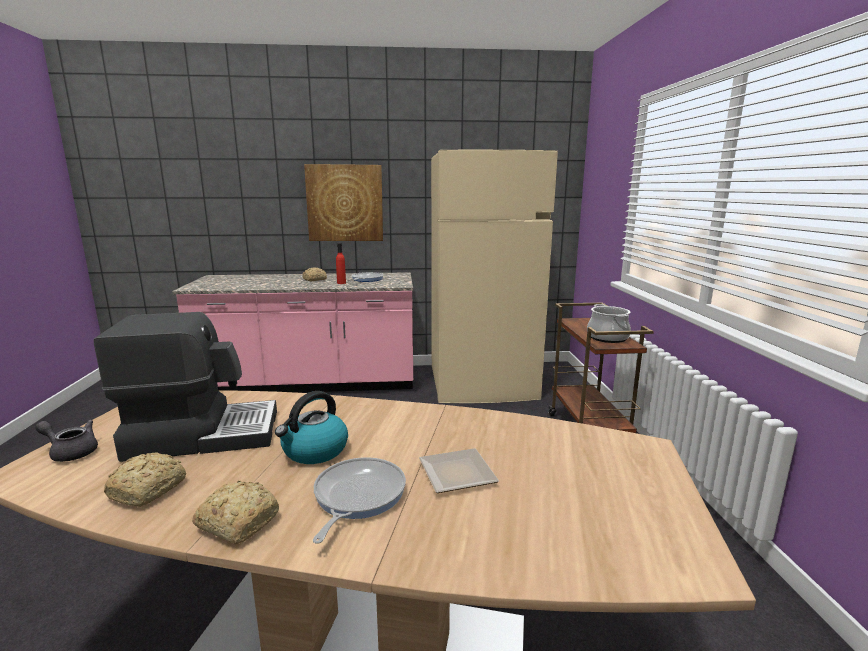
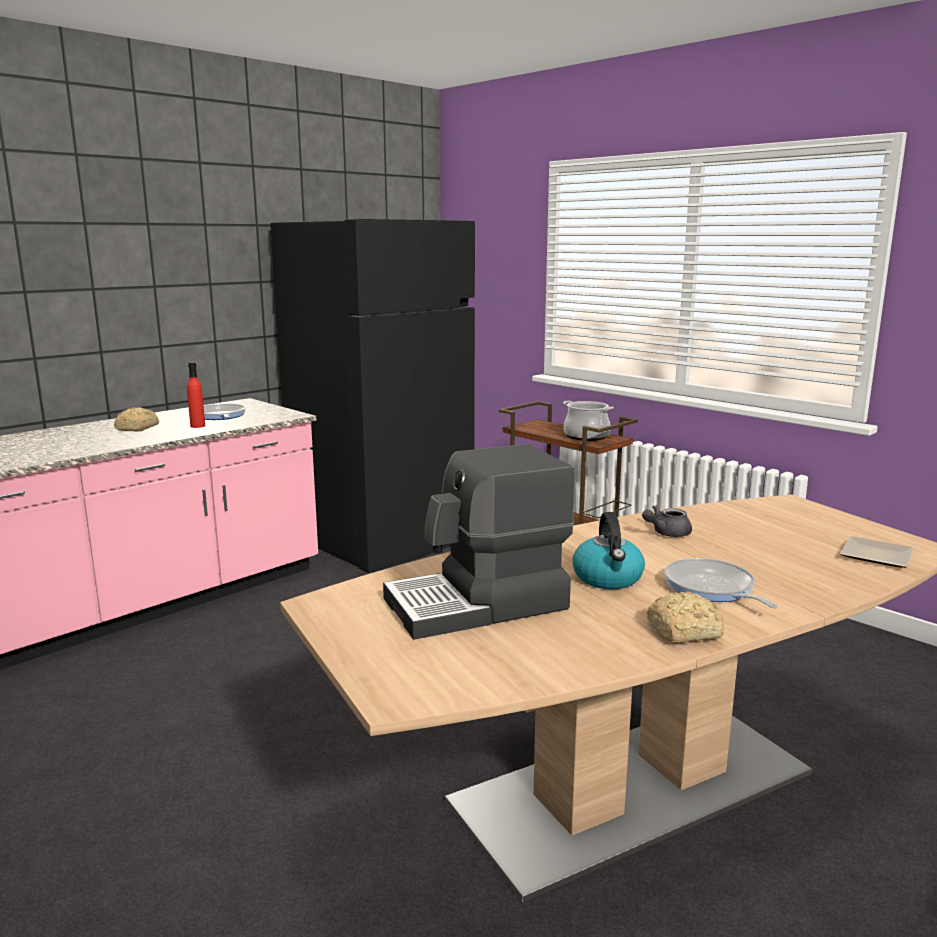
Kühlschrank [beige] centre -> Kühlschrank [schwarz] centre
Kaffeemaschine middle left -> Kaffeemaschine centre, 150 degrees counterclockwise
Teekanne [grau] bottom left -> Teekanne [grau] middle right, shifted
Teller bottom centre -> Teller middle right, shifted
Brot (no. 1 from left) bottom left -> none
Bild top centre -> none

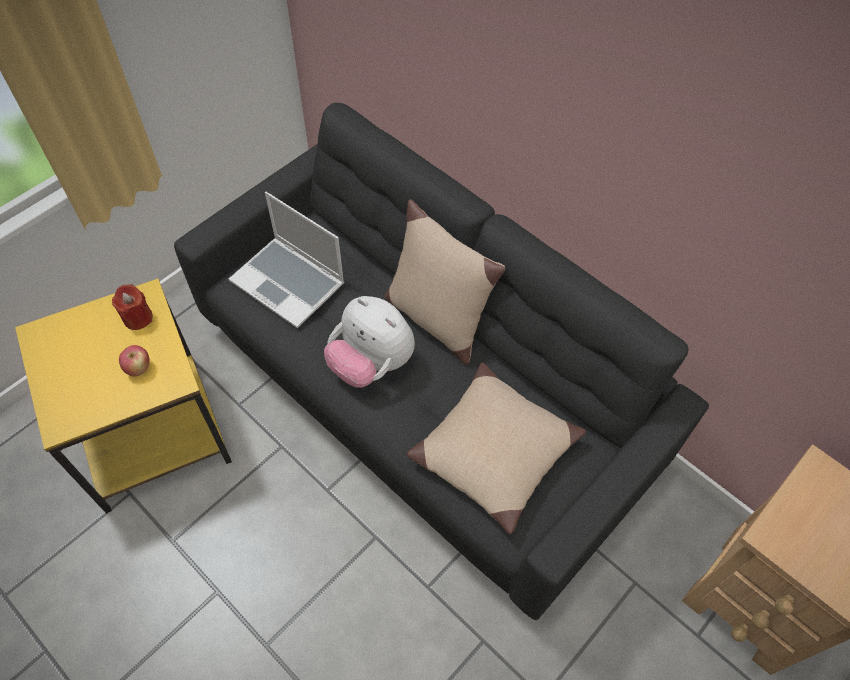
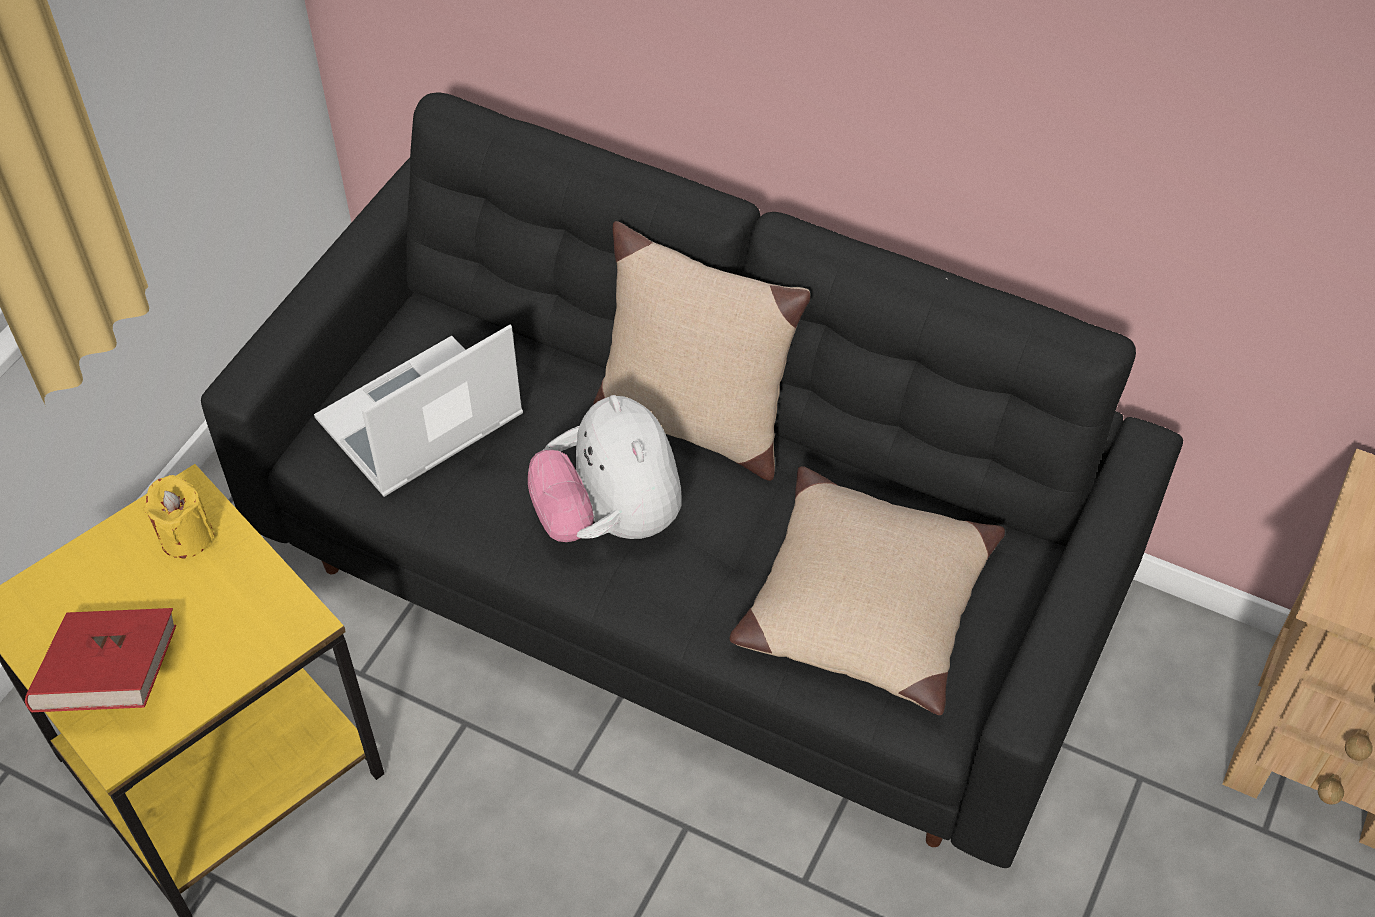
none -> Buch [rot] bottom left
Kerze [rot] middle left -> Kerze [gelb] middle left
Laptop centre -> Laptop middle left, 120 degrees clockwise
Plüschtier centre, 45 degrees clockwise
Apfel middle left -> none

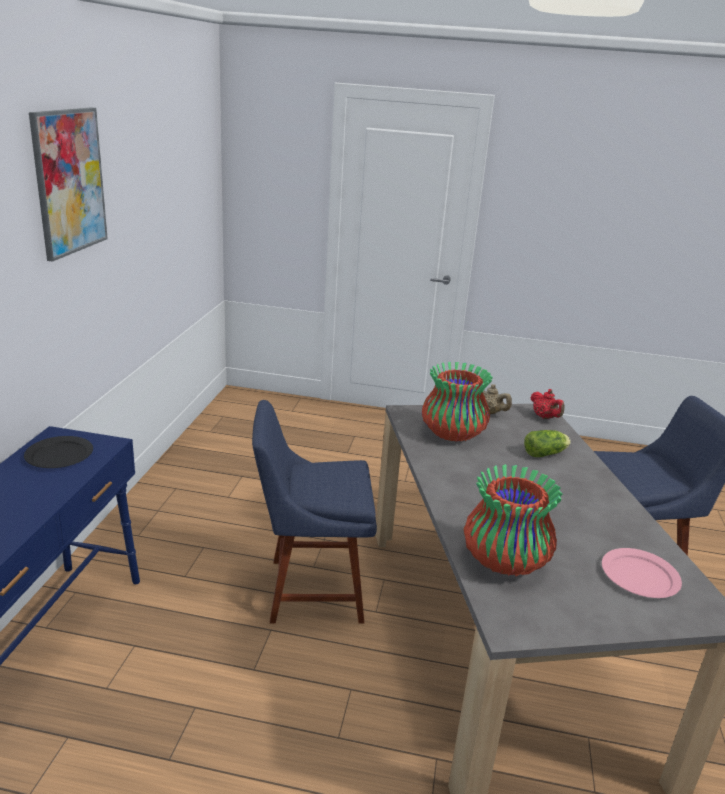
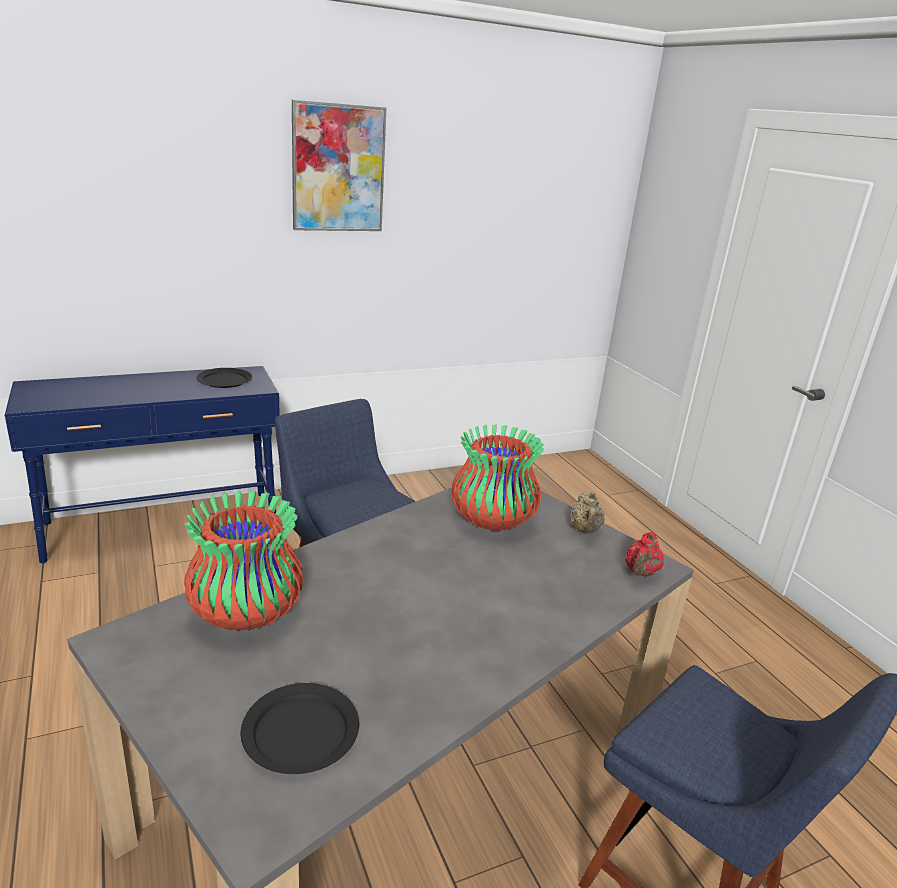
Teller [rosa] bottom right -> Teller [schwarz] (no. 2 from left) bottom centre
Salatkopf middle right -> none

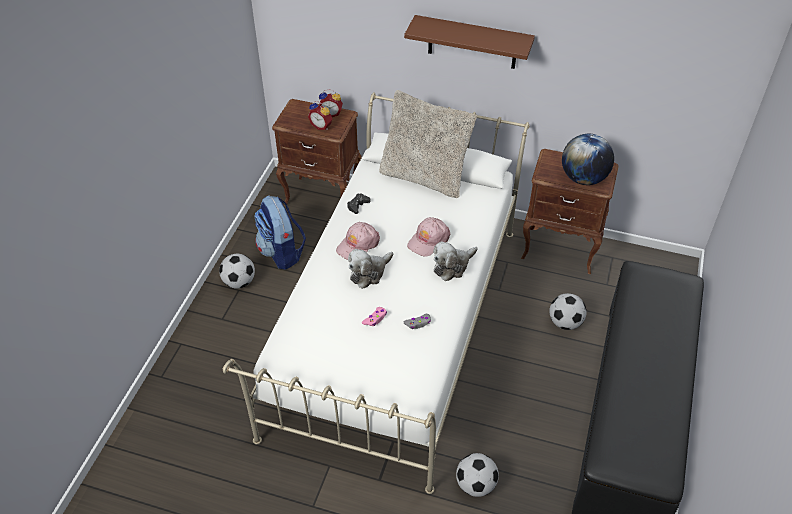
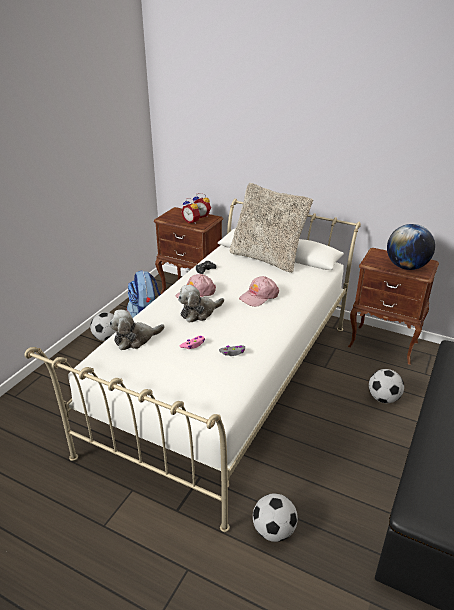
Plüschtier (no. 2 from left in the first image) centre -> Plüschtier (no. 1 from left) middle left, shifted
Wandregal [braun] top centre -> none

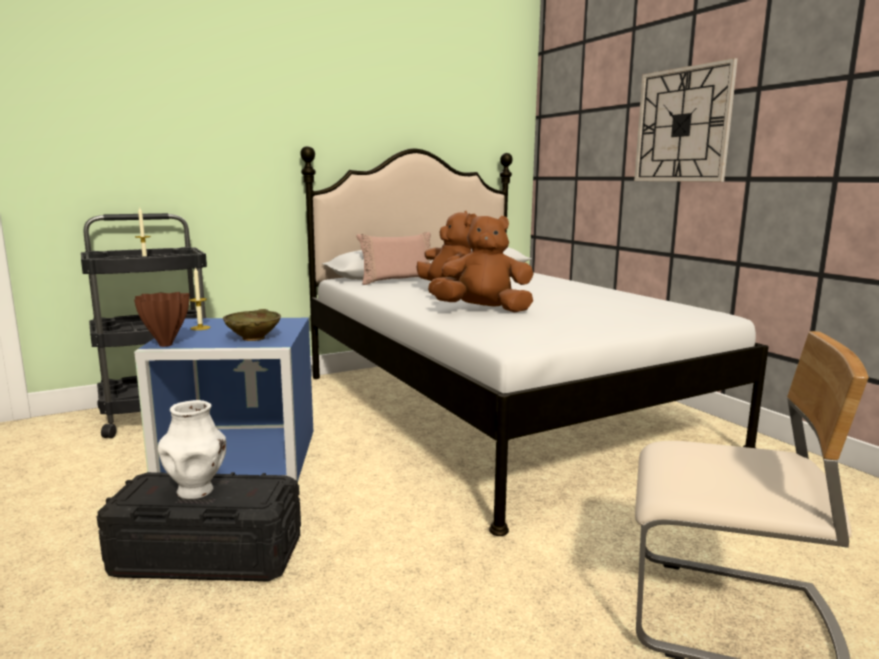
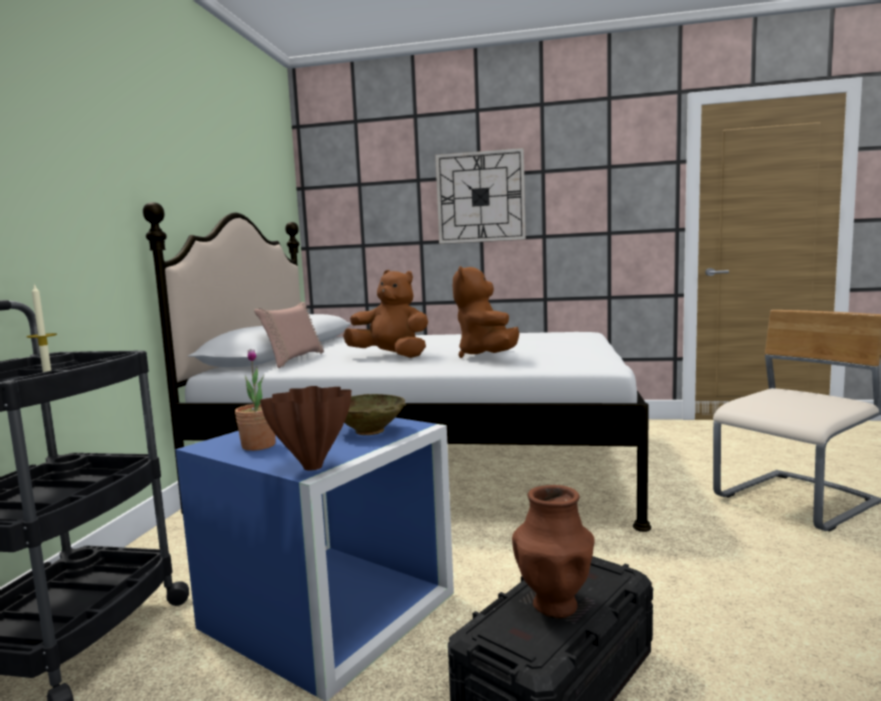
Kerze (no. 2 from left) middle left -> Topfpflanze middle left
Plüschtier [braun] (no. 2 from left) centre, 45 degrees counterclockwise
Vase [weiß] bottom left -> Vase [braun] (no. 2 from left) bottom centre

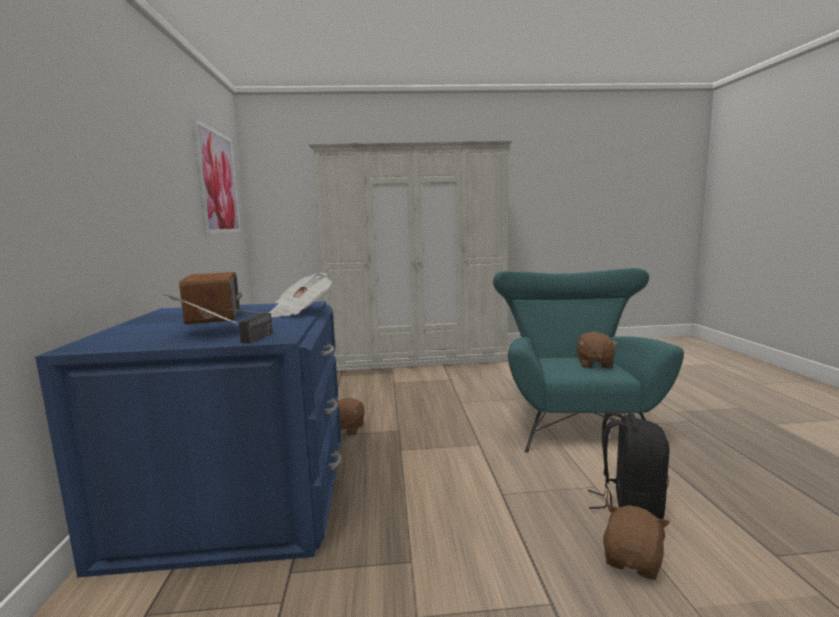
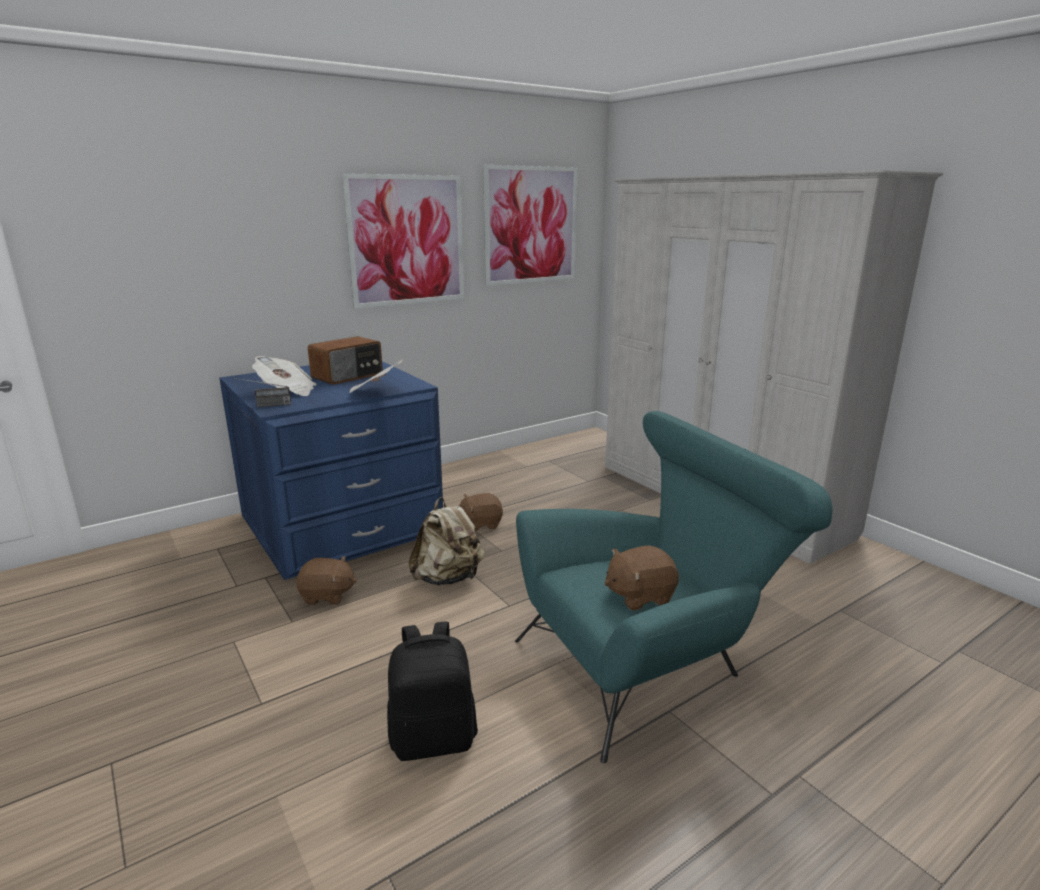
Plüschtier [braun] (no. 3 from left in the first image) bottom right -> Plüschtier [braun] (no. 1 from left) middle left, shifted
none -> Bild (no. 1 from left) top centre
none -> Rucksack [beige] centre

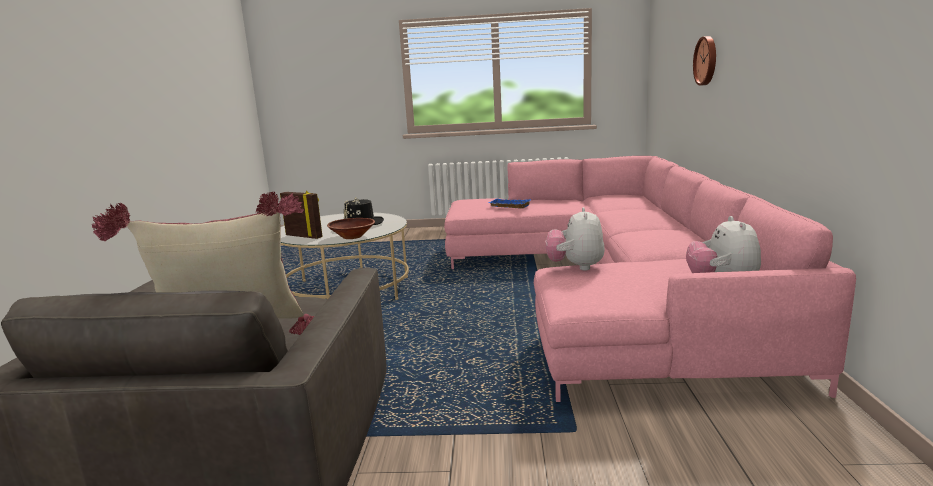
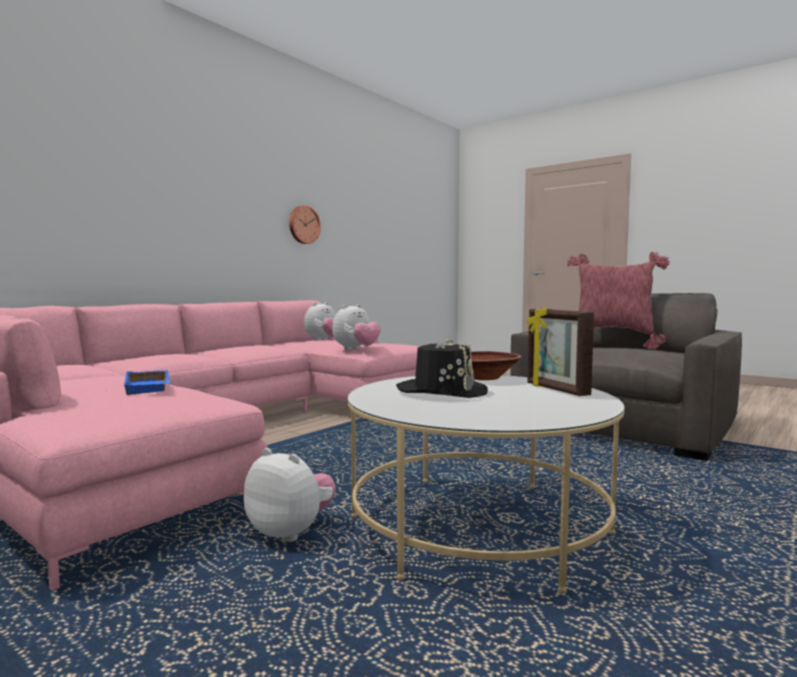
none -> Plüschtier (no. 1 from left) bottom centre
Wanduhr top right -> Wanduhr top centre, shifted

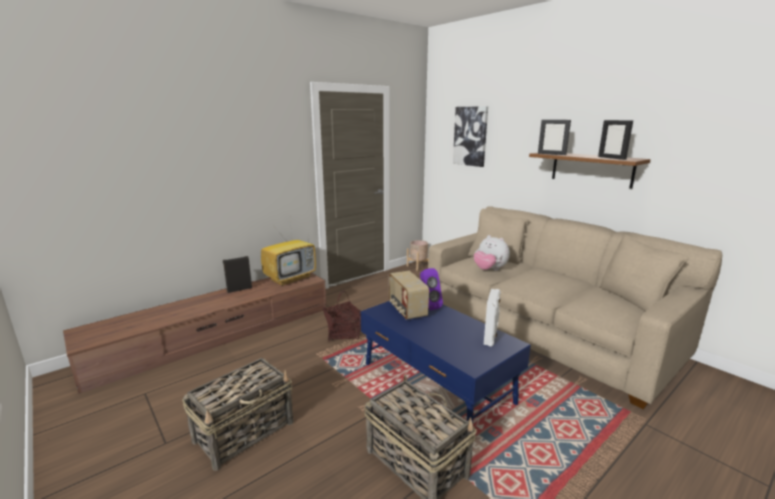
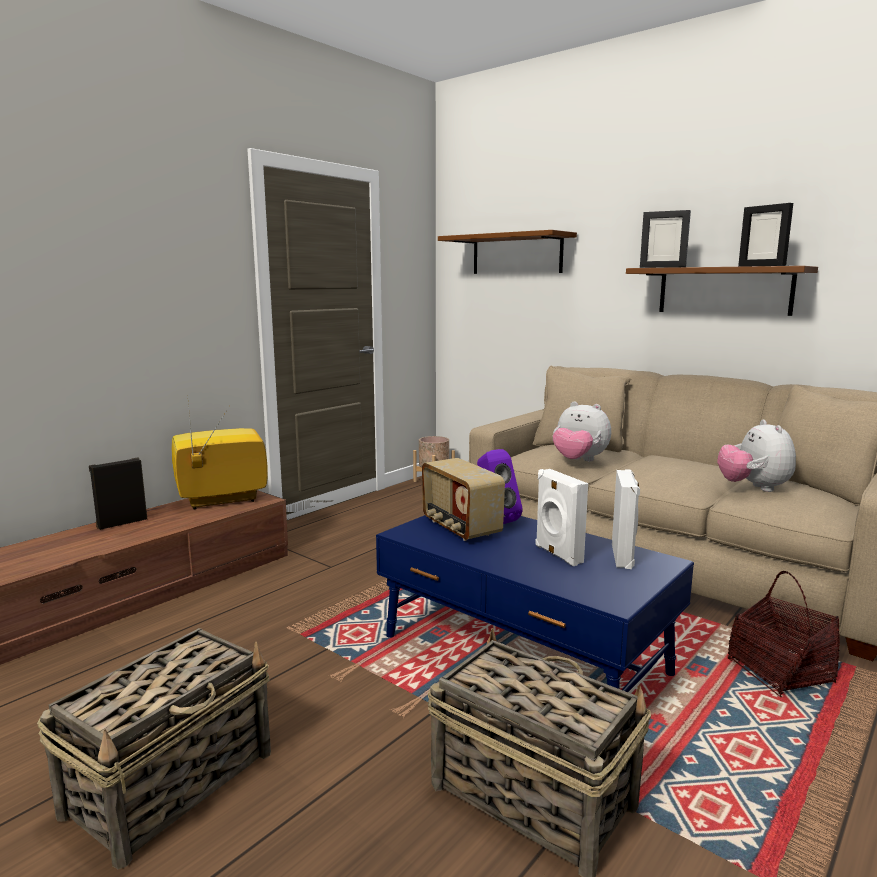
Fernseher centre -> Fernseher middle left, 150 degrees counterclockwise
Bild top centre -> Wandregal [braun] (no. 1 from left) top centre
none -> Lautsprecher [weiß] (no. 1 from left) centre
none -> Plüschtier (no. 2 from left) middle right
Korb (no. 2 from left in the first image) centre -> Korb (no. 3 from left) bottom right, shifted

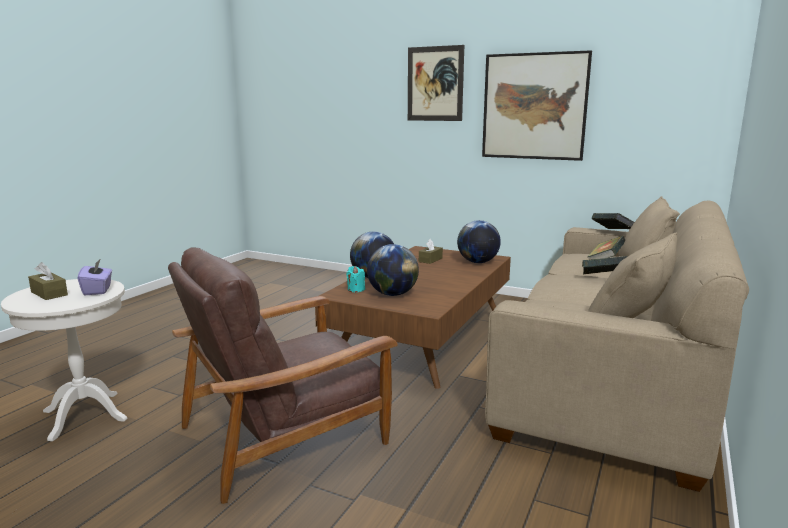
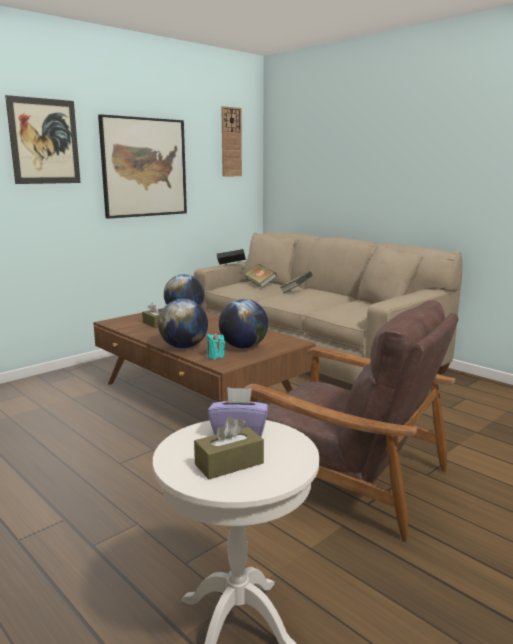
none -> Wanduhr top centre
Sessel [braun] bottom centre -> Sessel [braun] middle right, 45 degrees counterclockwise

